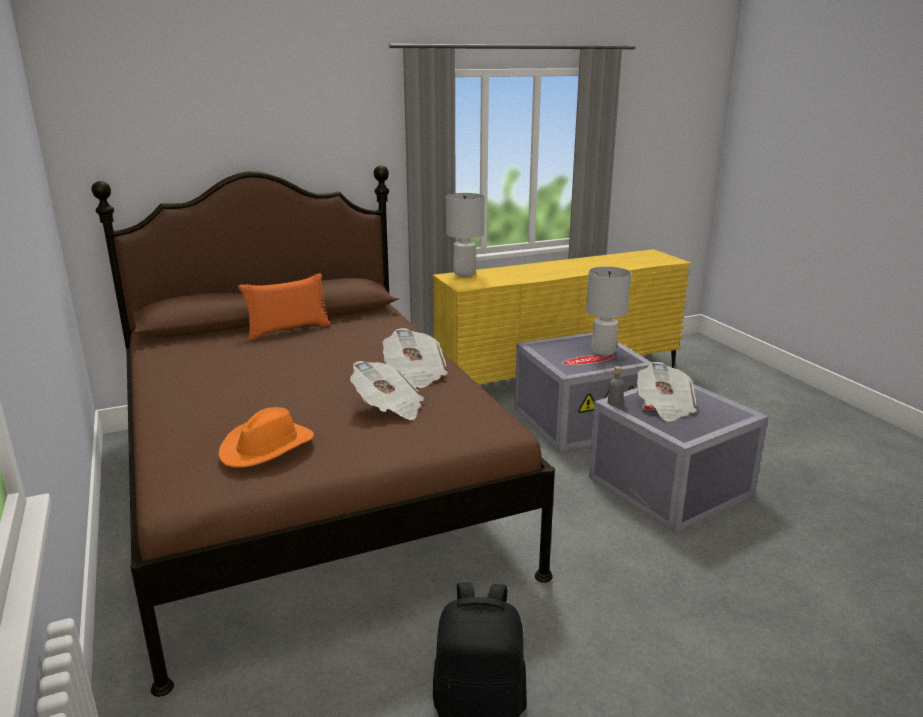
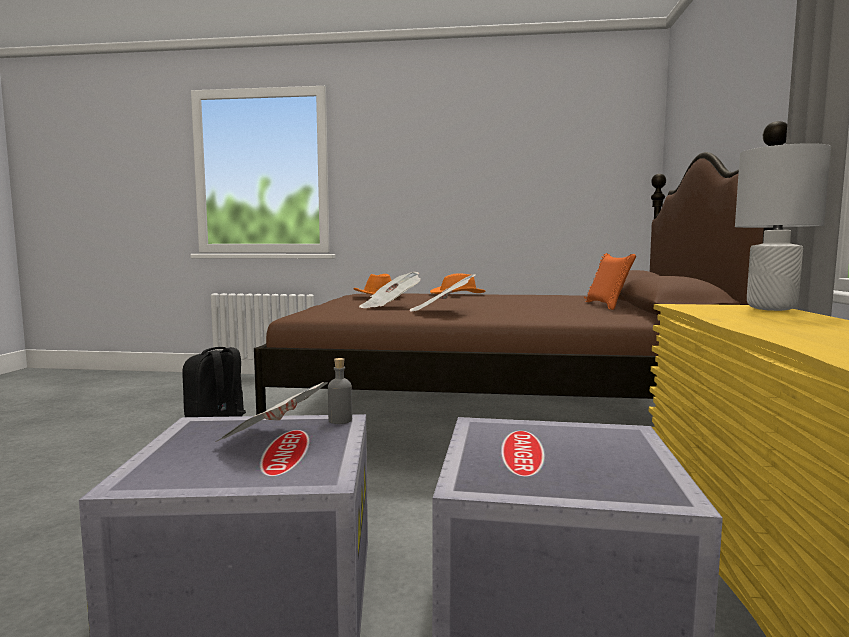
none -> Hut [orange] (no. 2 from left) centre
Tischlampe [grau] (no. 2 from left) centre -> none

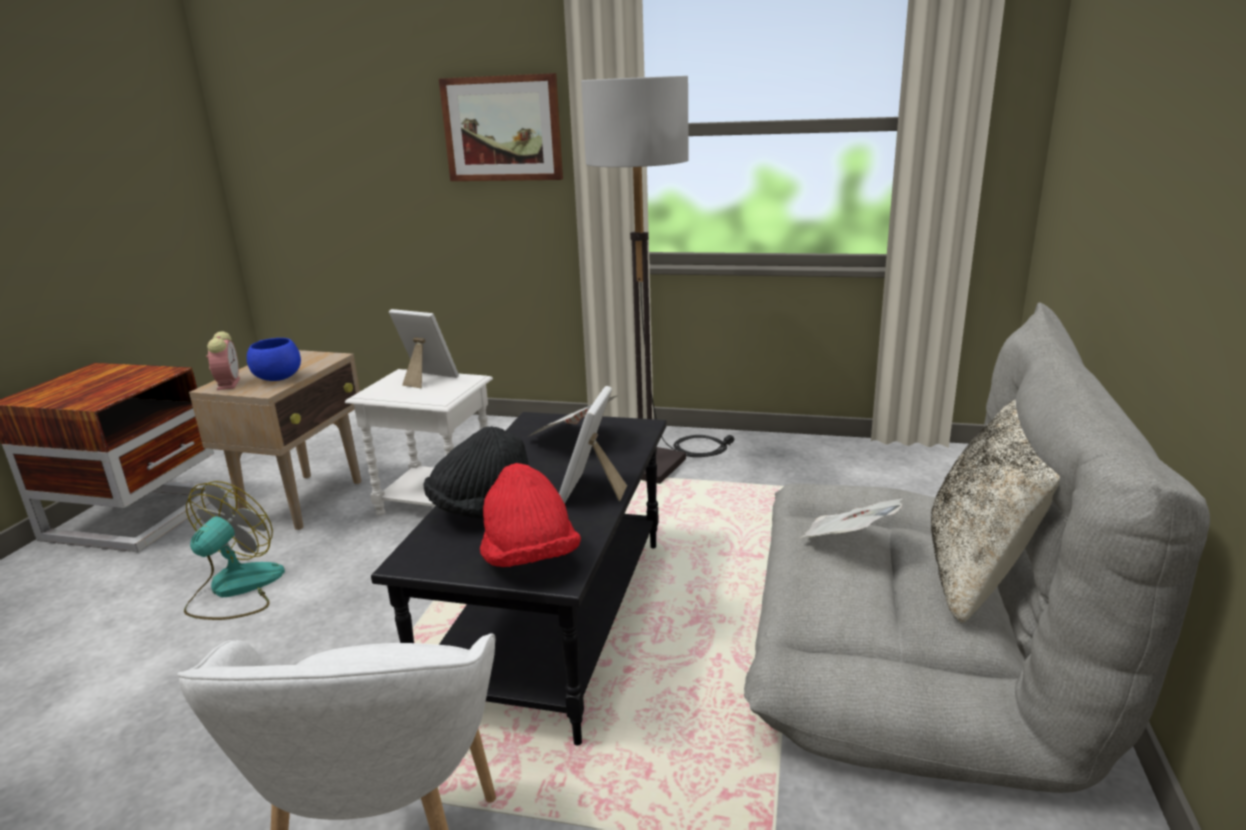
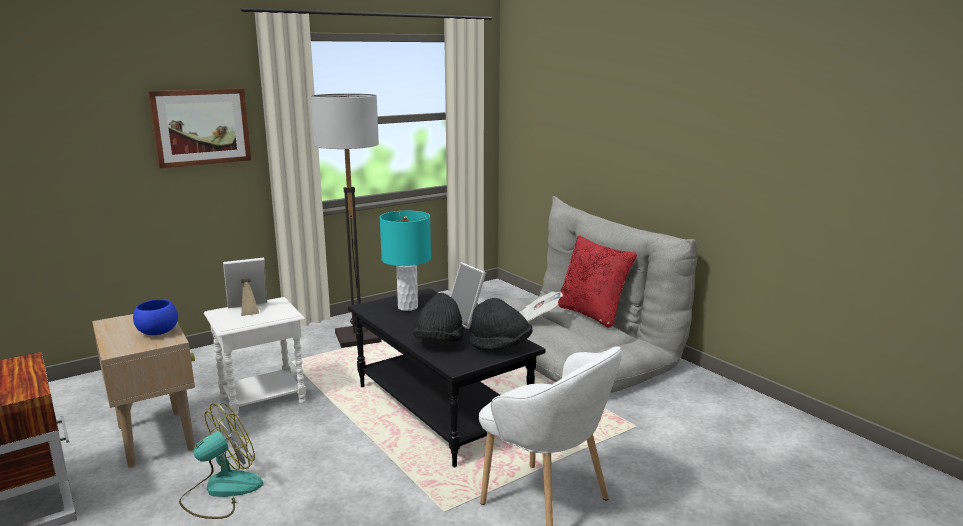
Ventilator middle left -> Ventilator bottom left, 75 degrees clockwise
Zeitung (no. 1 from left) centre -> Tischlampe [türkis] centre
Hut [rot] centre -> Hut [schwarz] (no. 2 from left) centre
Kissen [beige] middle right -> Kissen [rot] centre
Wecker middle left -> none

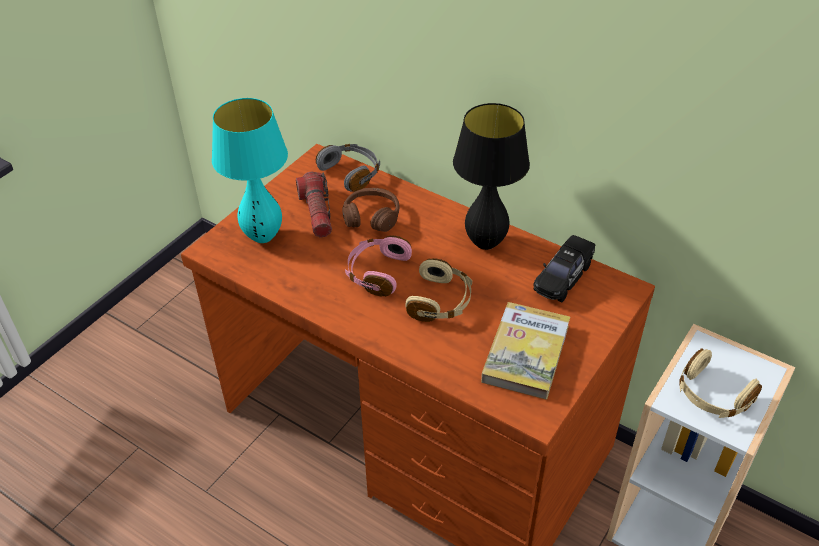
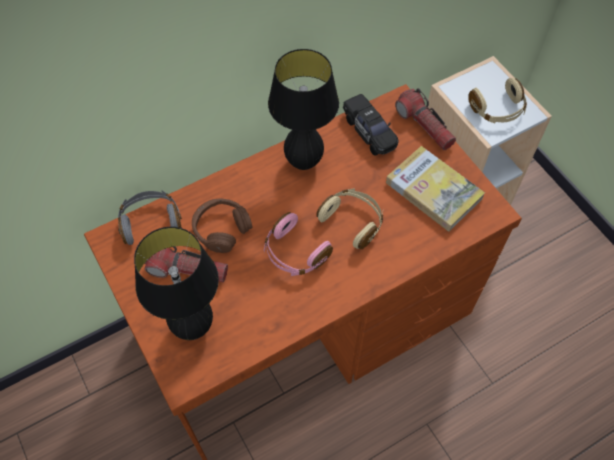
Tischlampe [türkis] top left -> Tischlampe [schwarz] (no. 1 from left) middle left
none -> Taschenlampe (no. 2 from left) top right

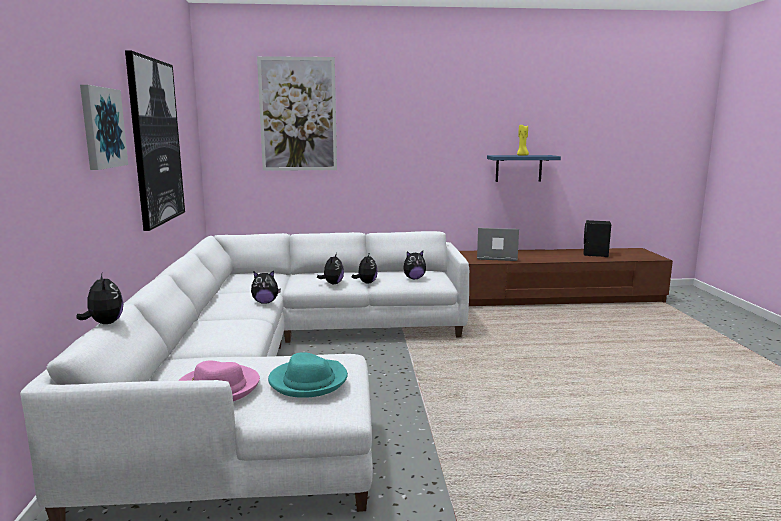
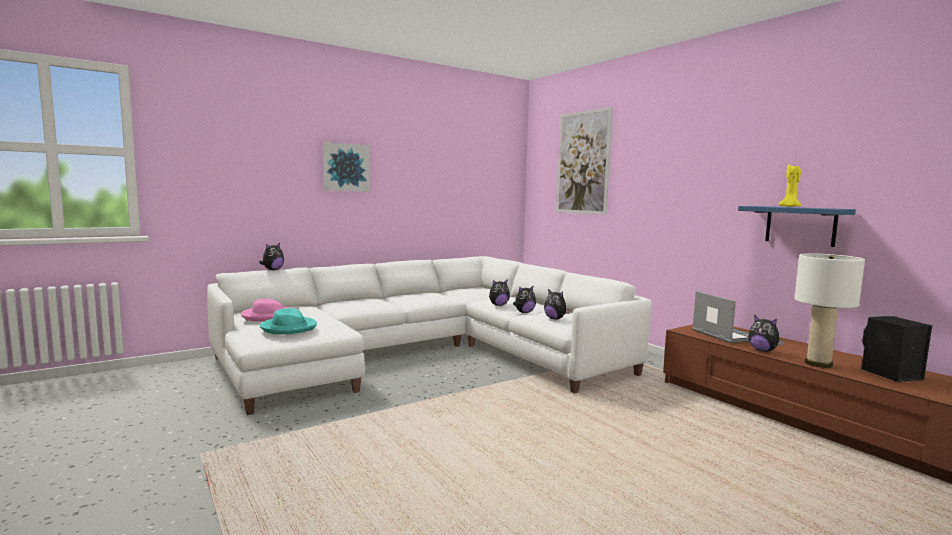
Plüschtier (no. 2 from left in the first image) centre -> Plüschtier (no. 5 from left) middle right, shifted
none -> Tischlampe [weiß] middle right
Bild (no. 2 from left) top left -> none

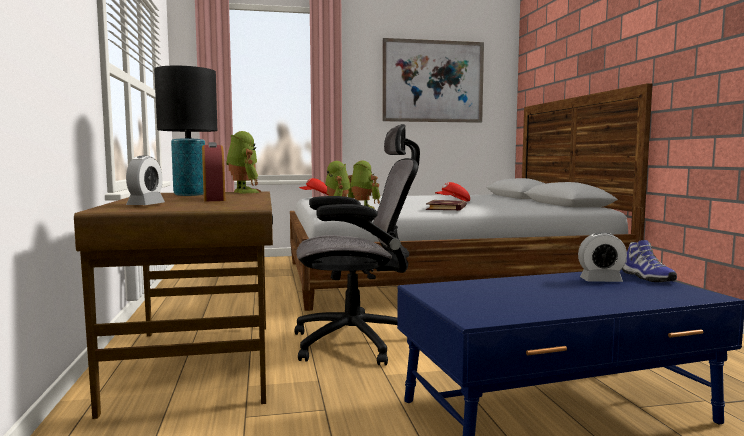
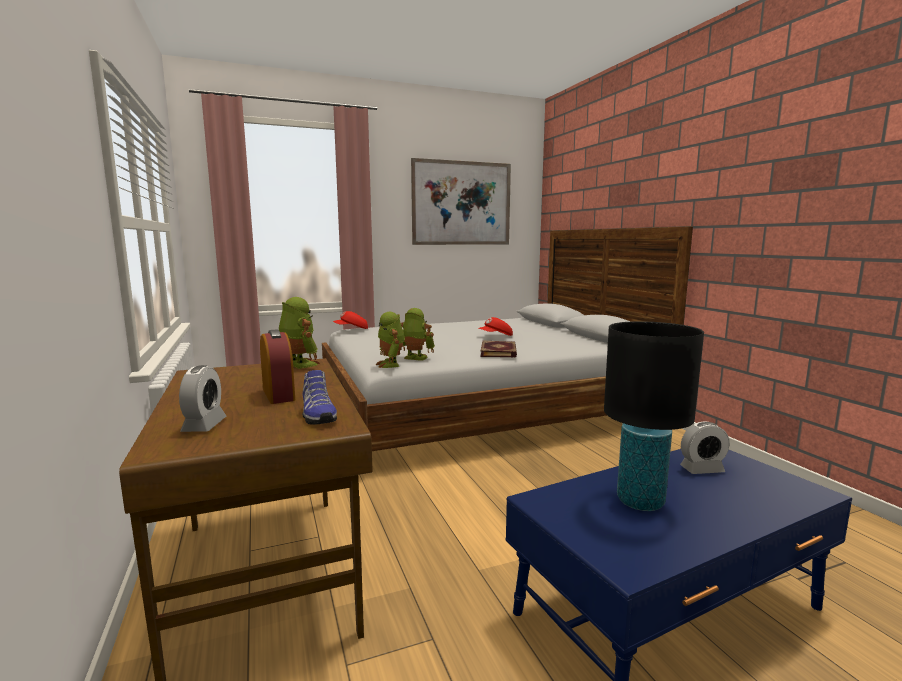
Schuh middle right -> Schuh centre, shifted
Tischlampe [schwarz] top left -> Tischlampe [schwarz] middle right, shifted
Bürostuhl centre -> none

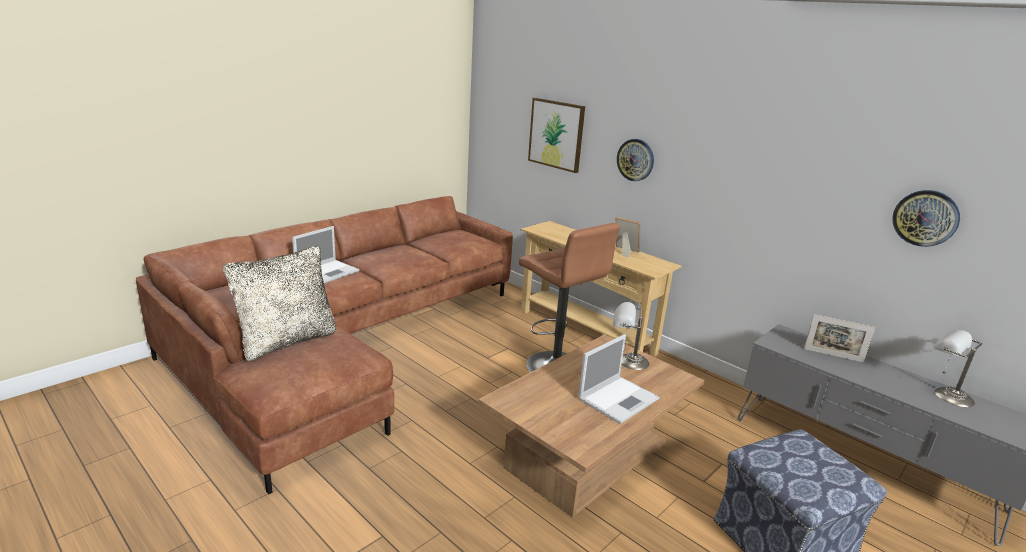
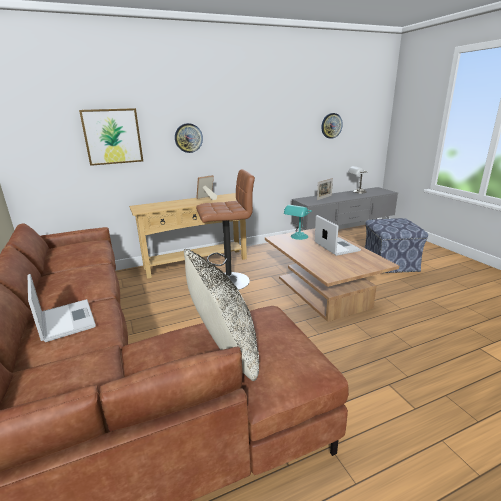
Tischlampe [weiß] (no. 1 from left) centre -> Tischlampe [türkis] centre

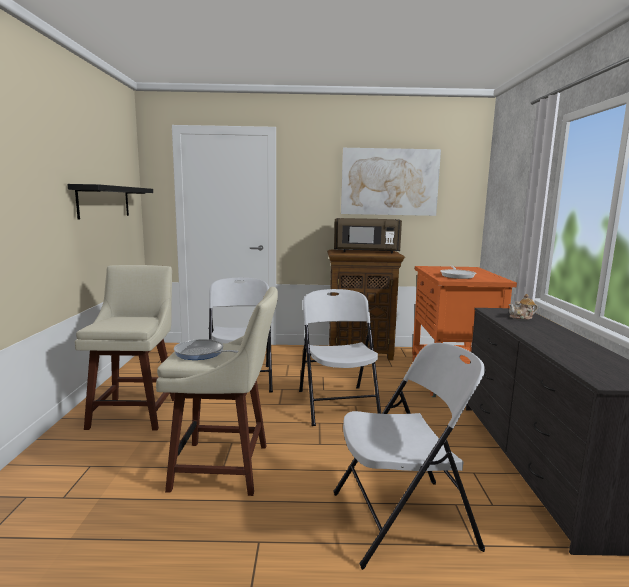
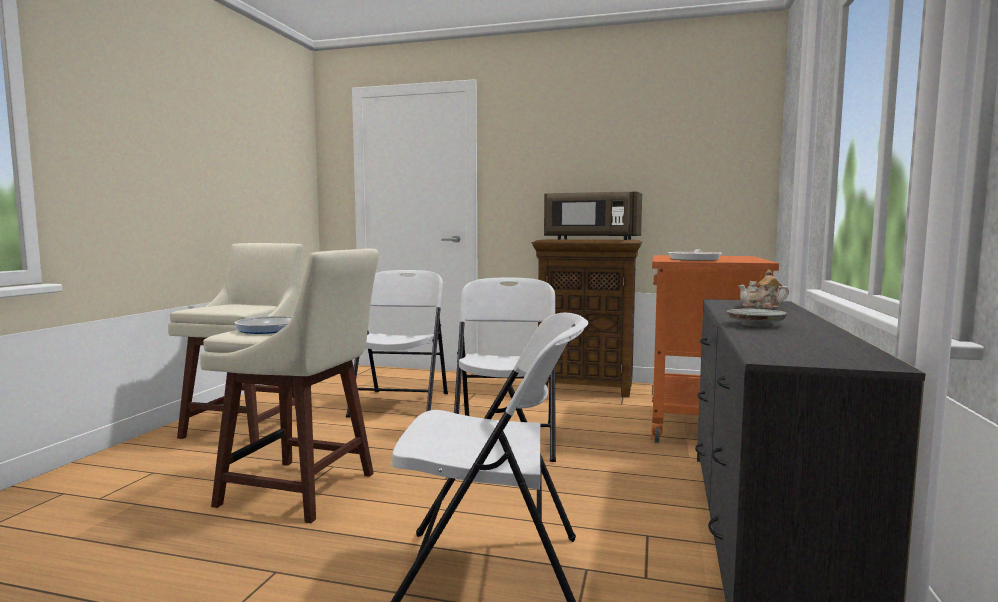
none -> Teller [grau] middle right
Wandregal [schwarz] middle left -> none
Bild top centre -> none

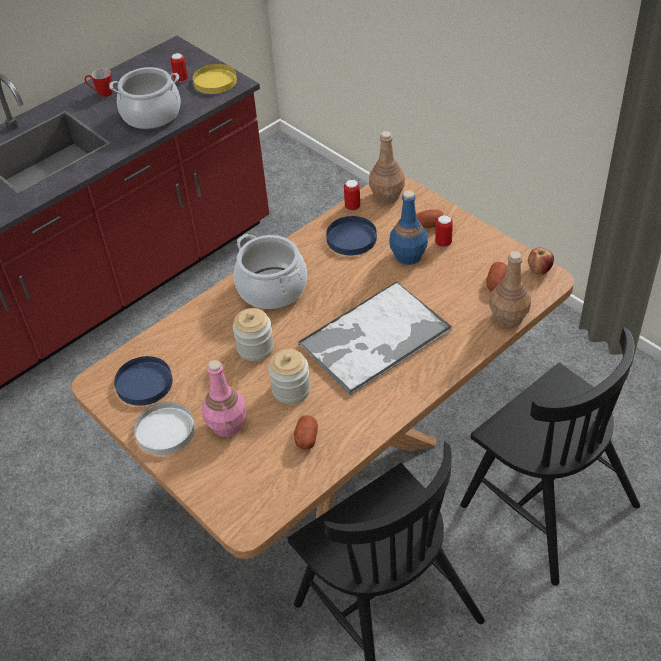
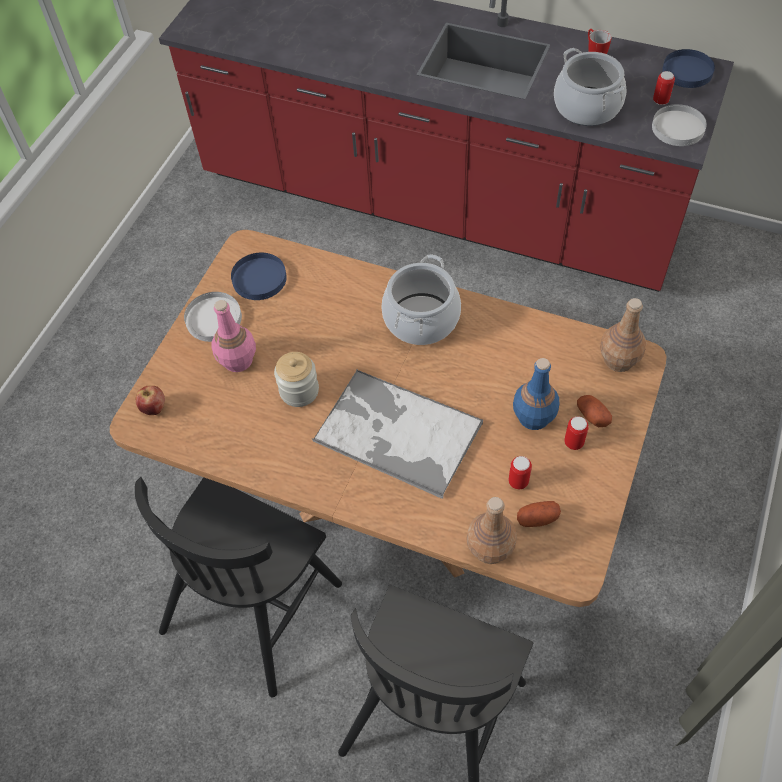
Apfel middle right -> Apfel middle left, shifted
Dose (no. 2 from left in the first image) top centre -> Dose (no. 1 from left) centre, shifted
Teller [gelb] top left -> Teller [weiß] (no. 2 from left) top right
Teller [blau] (no. 2 from left) centre -> Teller [blau] (no. 2 from left) top right, shifted
Vorratsglas (no. 1 from left) centre -> none
Kartoffel (no. 1 from left) centre -> none

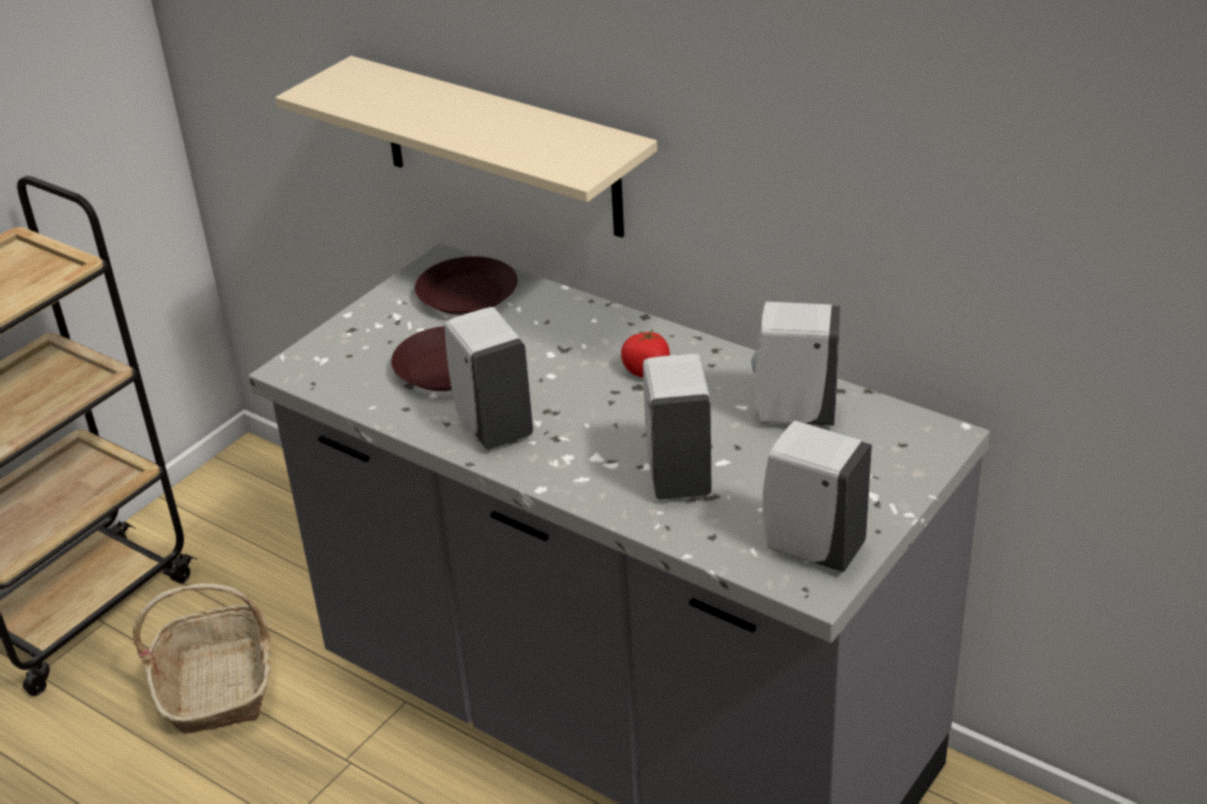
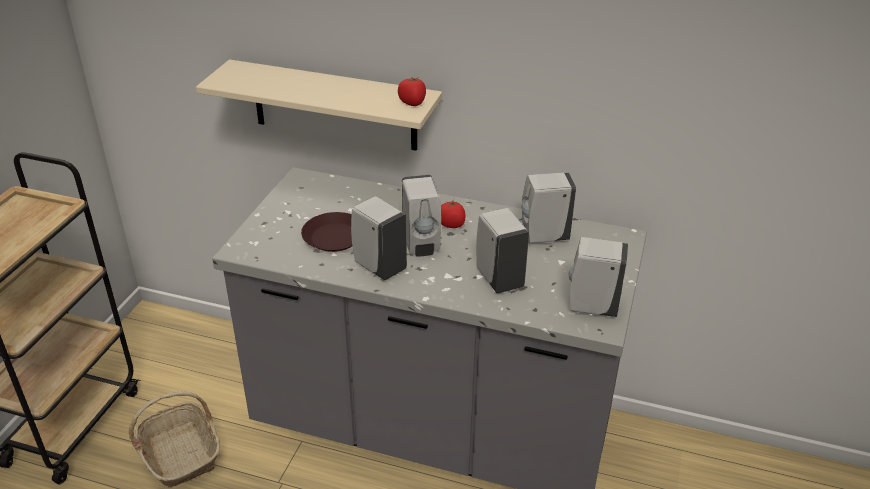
none -> Tomate (no. 1 from left) top centre
none -> Seifenspender [weiß] (no. 2 from left) centre
Teller [braun] (no. 2 from left) centre -> none

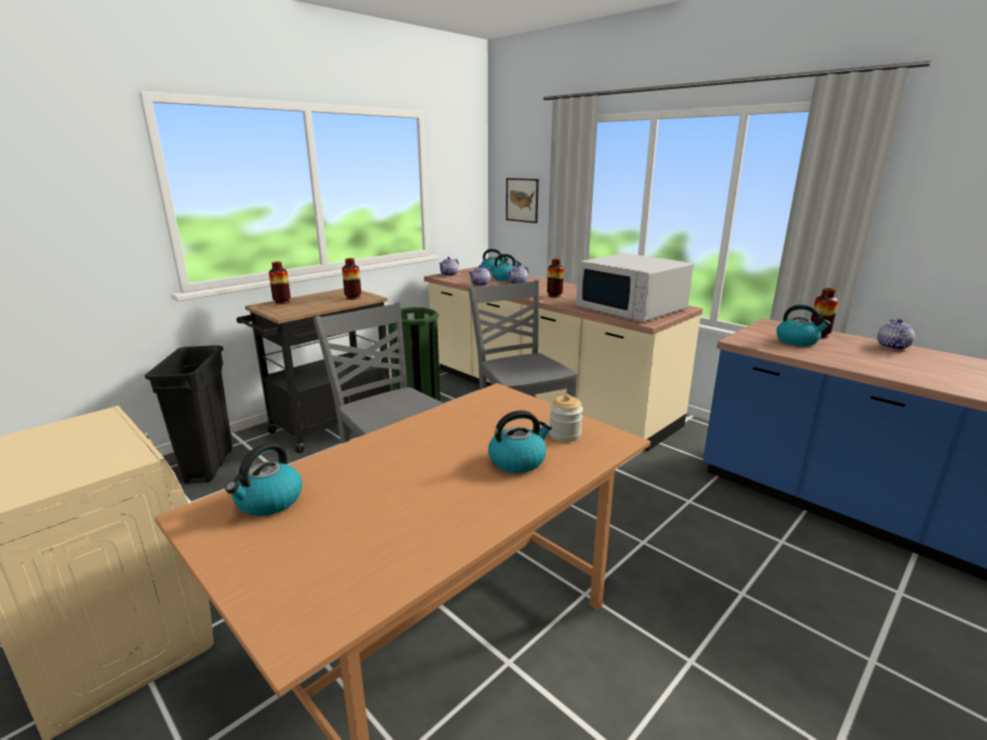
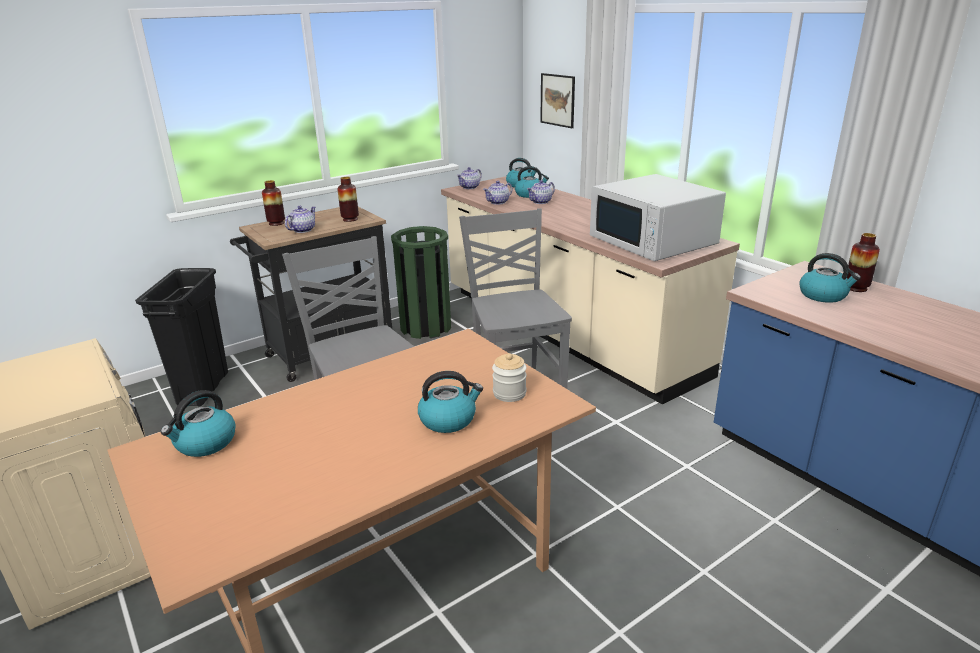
Teekanne (no. 4 from left in the first image) middle right -> Teekanne (no. 1 from left) middle left, shifted
Vase (no. 3 from left) centre -> none

